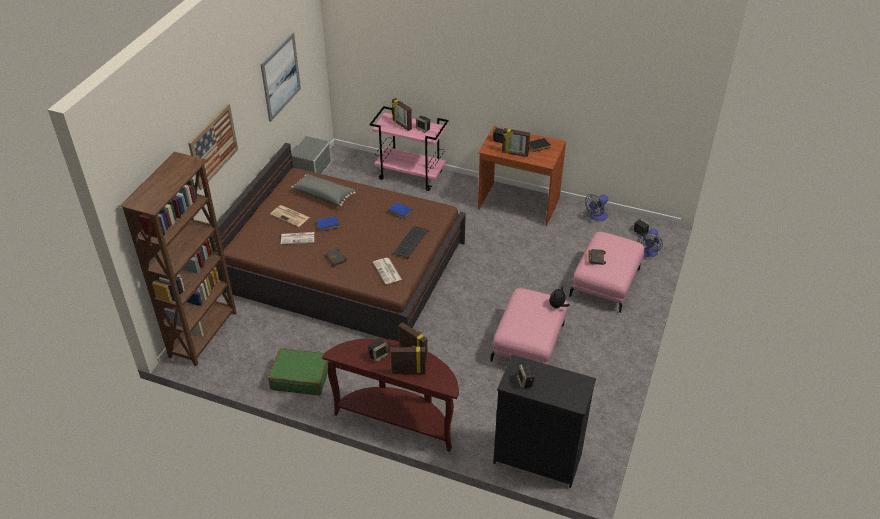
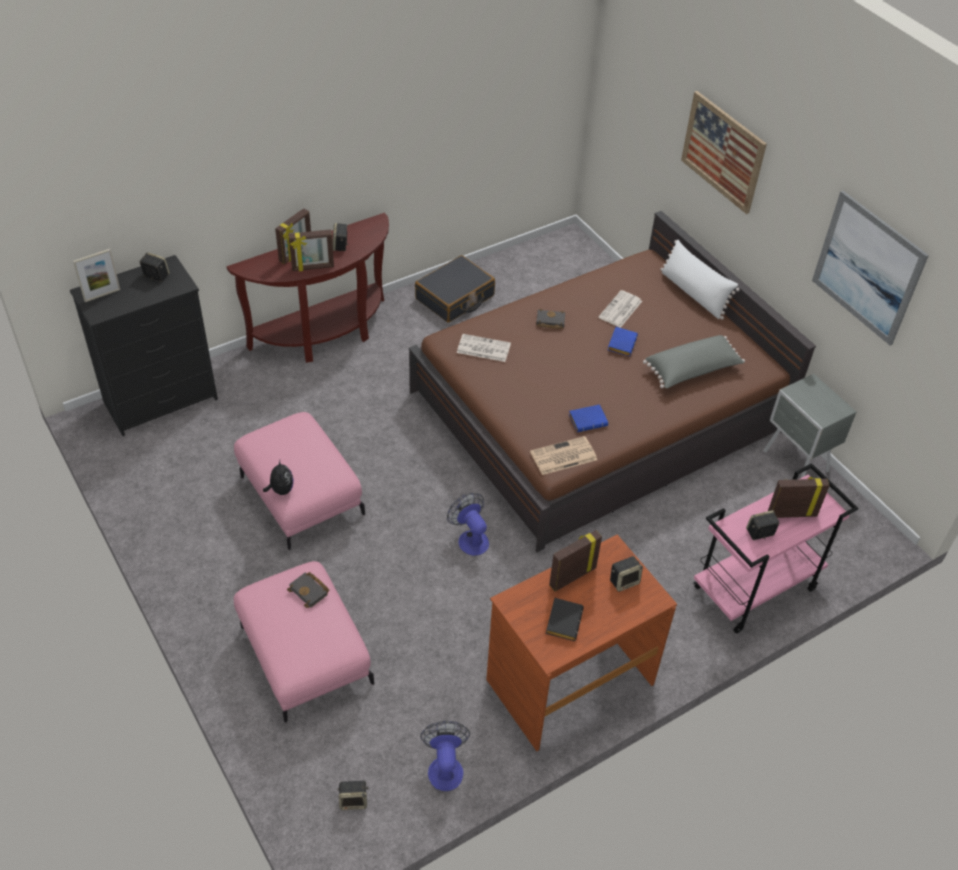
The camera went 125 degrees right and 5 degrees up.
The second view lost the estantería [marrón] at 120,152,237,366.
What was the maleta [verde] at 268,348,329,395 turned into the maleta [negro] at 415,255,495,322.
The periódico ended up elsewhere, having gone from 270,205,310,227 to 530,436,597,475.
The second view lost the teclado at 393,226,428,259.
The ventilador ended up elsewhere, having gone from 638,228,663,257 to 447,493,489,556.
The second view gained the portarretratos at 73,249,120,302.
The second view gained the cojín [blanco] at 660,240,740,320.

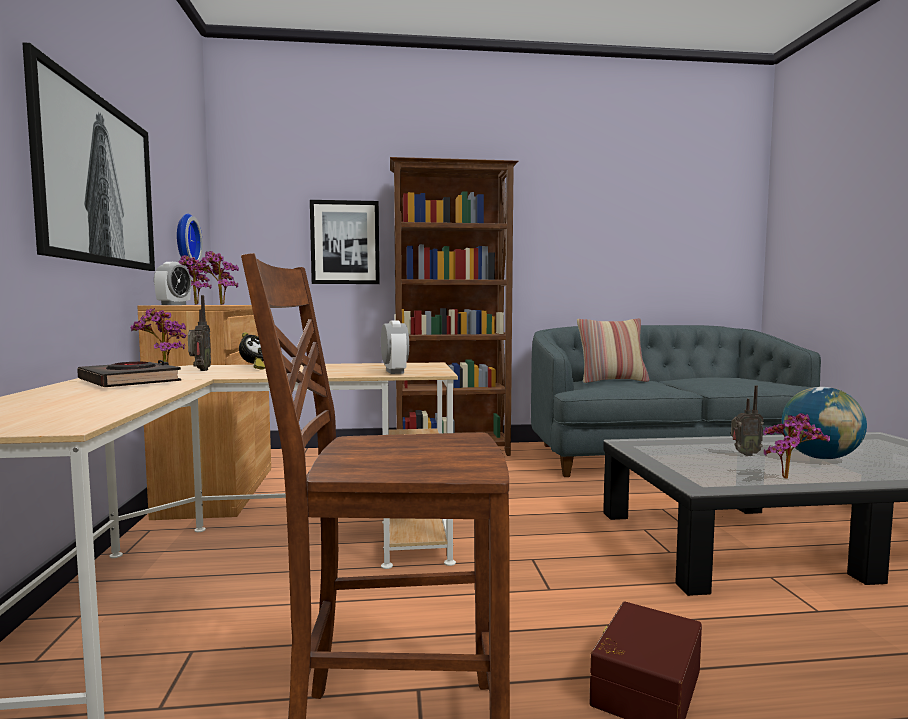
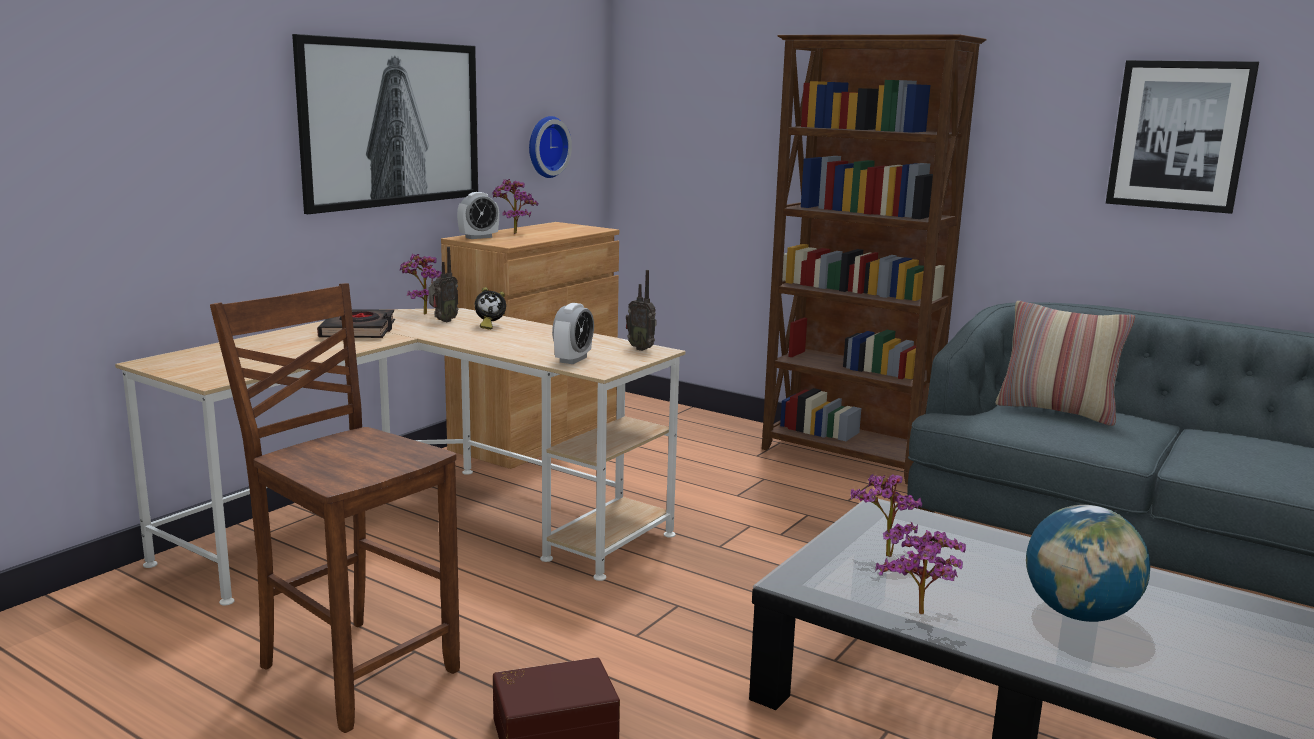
The camera went 40 degrees right and 10 degrees up.
The planta en maceta ended up elsewhere, having gone from 191,251,239,305 to 850,474,922,557.
The cuadro ended up elsewhere, having gone from 310,200,380,284 to 1106,60,1259,214.
The radio ended up elsewhere, having gone from 731,385,764,456 to 626,270,656,351.

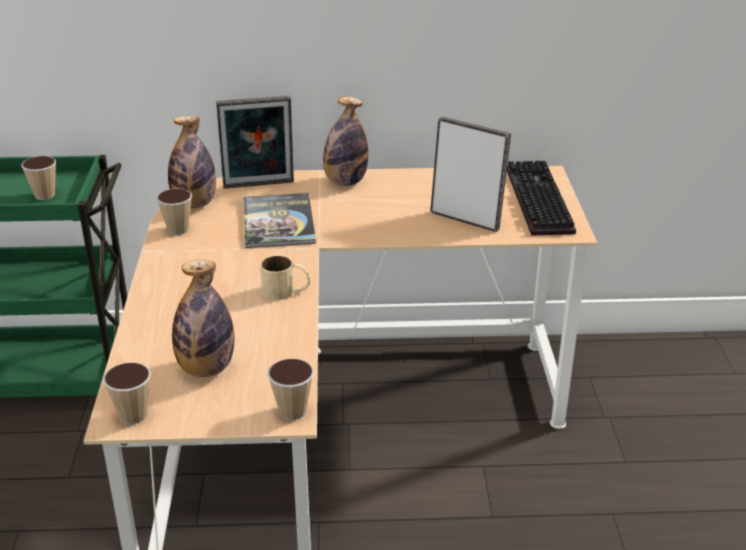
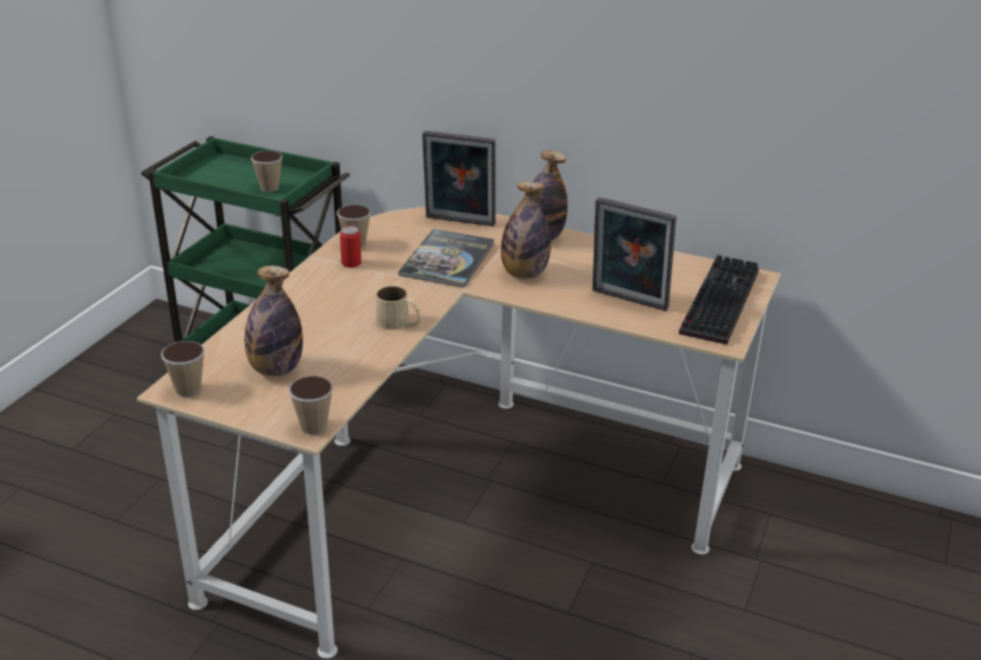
The camera went 25 degrees right and 0 degrees up.
The botella ended up elsewhere, having gone from 168,116,216,209 to 501,182,551,279.
The portarretratos at 430,117,511,232 ended up facing another way, 150 degrees clockwise from before.
The second view gained the lata at 340,226,361,268.

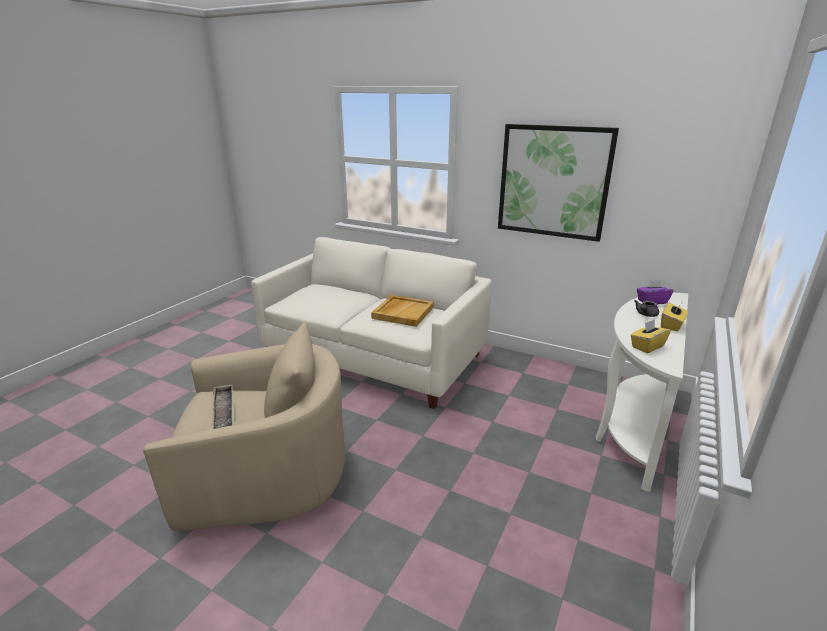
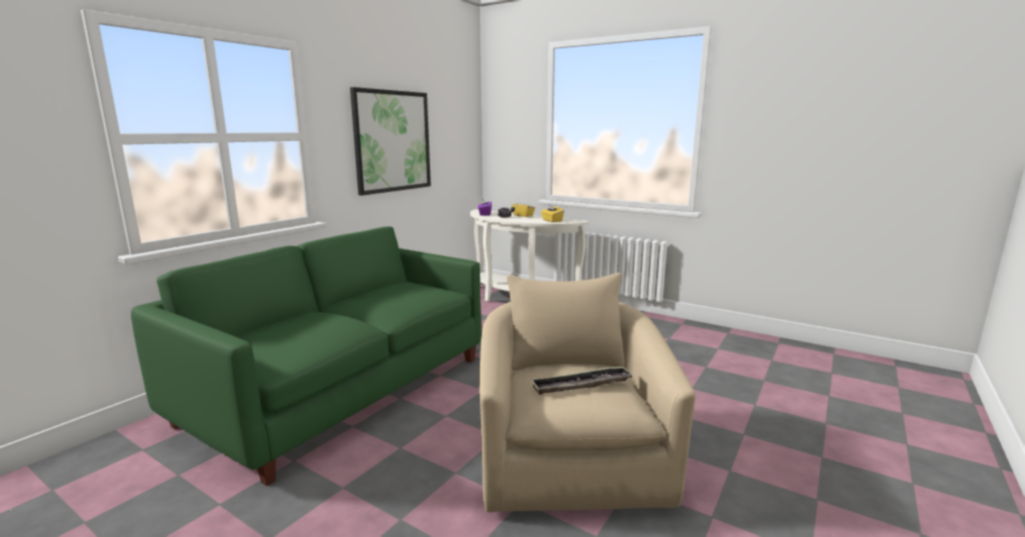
The camera went 85 degrees left and 10 degrees down.
What was the sofá [blanco] at 251,237,492,409 turned into the sofá [verde] at 131,227,482,486.
The second view lost the bandeja [beis] at 371,295,434,327.

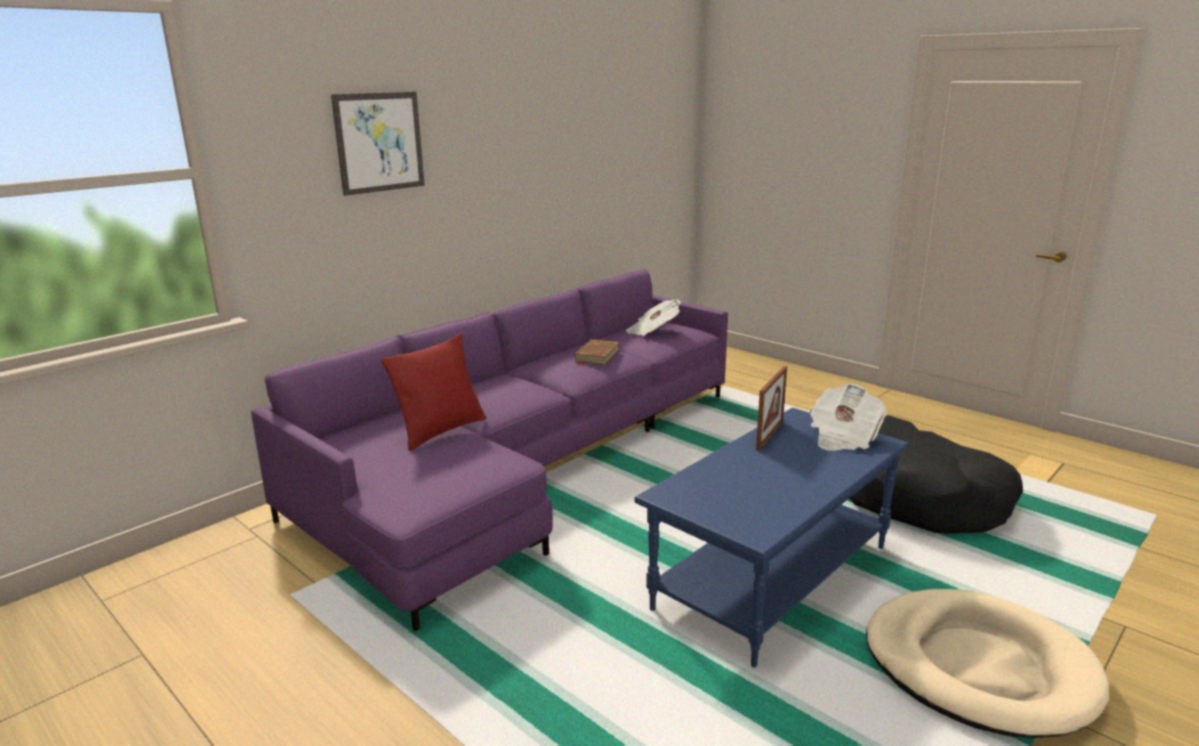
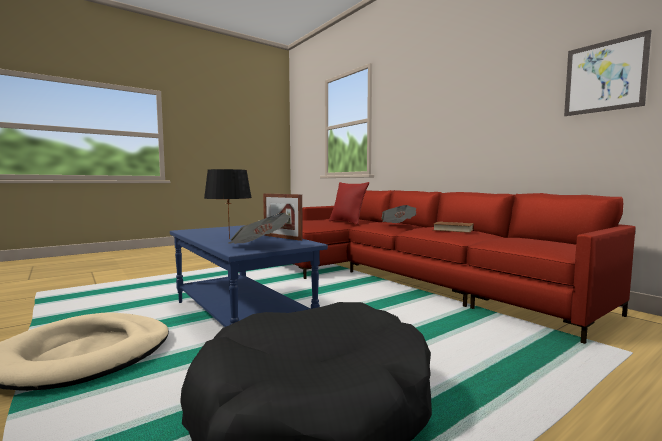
The camera went 100 degrees right and 15 degrees down.
What was the sofá [morado] at 251,269,728,631 turned into the sofá [rojo] at 294,190,636,344.
The cuadro ended up elsewhere, having gone from 331,92,425,196 to 564,30,651,116.
The periódico ended up elsewhere, having gone from 626,300,681,336 to 382,205,416,223.
The second view gained the lámpara de mesa [negro] at 204,169,252,239.

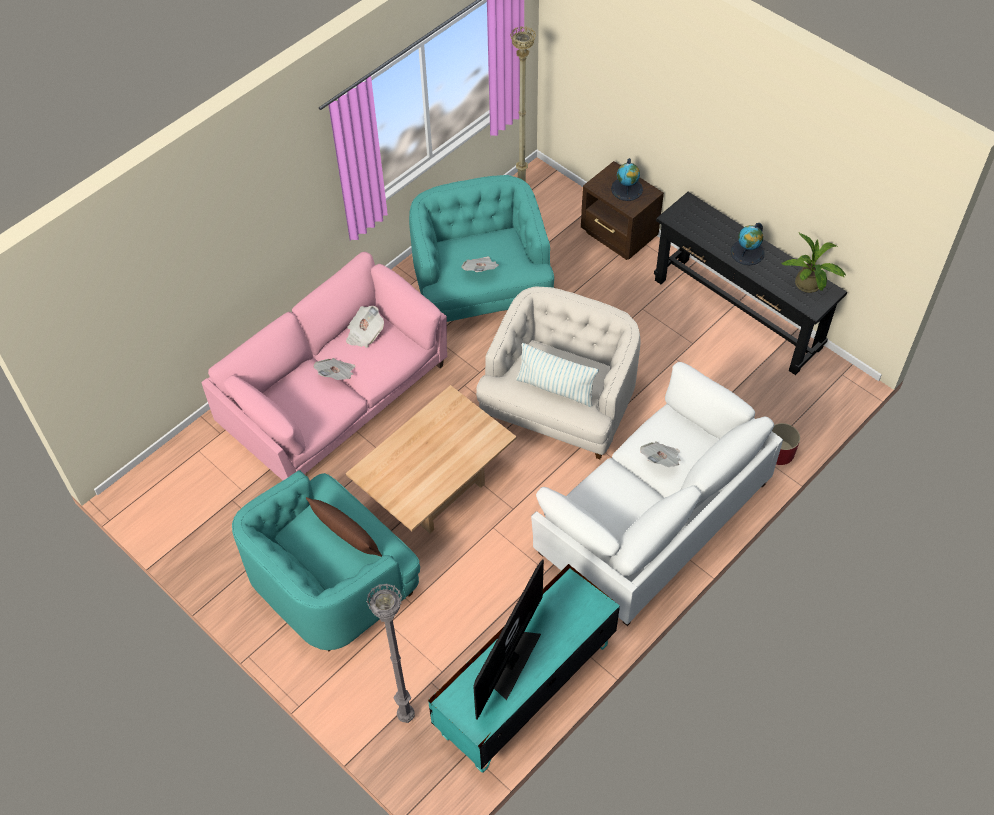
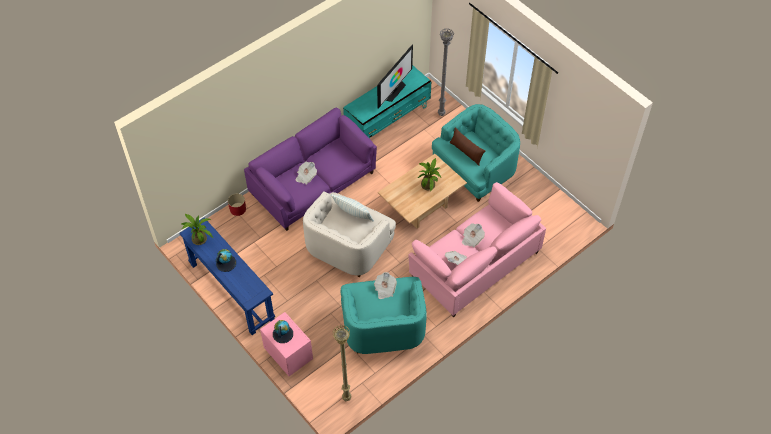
The camera went 175 degrees left and 0 degrees up.
What was the sofá [blanco] at 531,362,783,626 turned into the sofá [morado] at 244,108,377,231.
What was the mesita de noche [marrón] at 581,161,664,260 turned into the mesita de noche [rosa] at 260,312,313,376.
What was the mesa consola [negro] at 654,192,847,375 turned into the mesa consola [azul] at 179,218,275,335.
The second view gained the planta en maceta at 418,158,441,192.

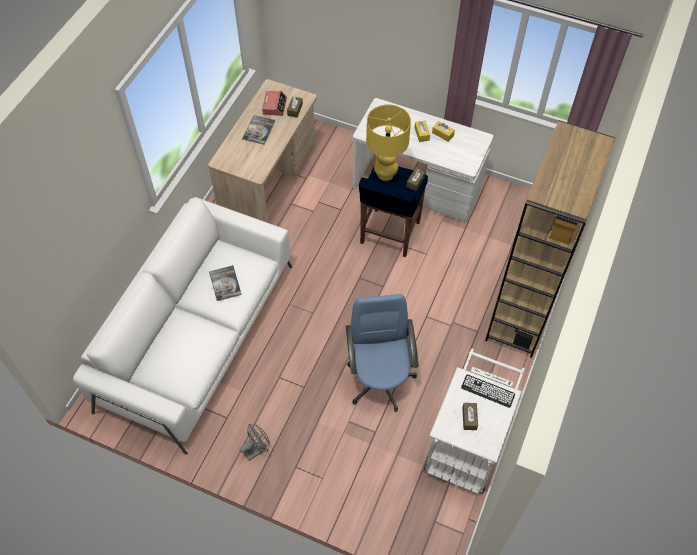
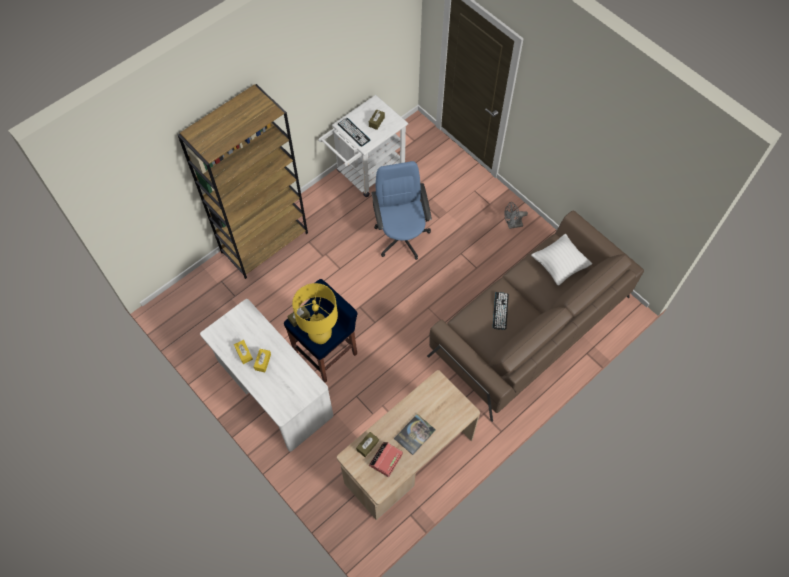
The camera went 155 degrees left and 5 degrees up.
What was the sofá [blanco] at 73,197,292,455 turned into the sofá [marrón] at 427,210,644,422.
Where the libro stood at 209,265,242,301, the teclado came to stand at 493,292,509,330.
The silla de oficina [azul] at 346,294,419,412 ended up facing another way, 150 degrees clockwise from before.
The second view gained the cojín [blanco] at 531,234,592,286.

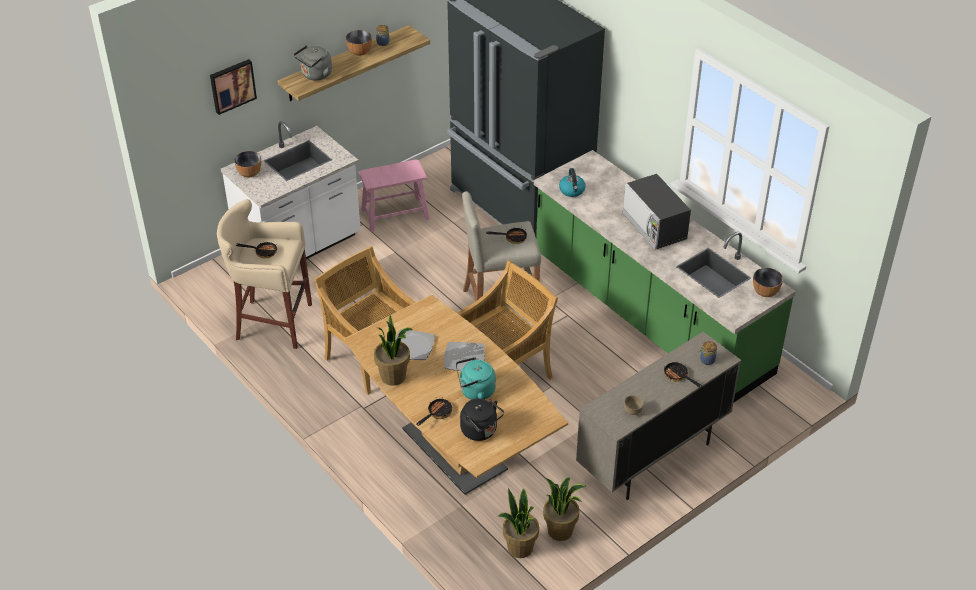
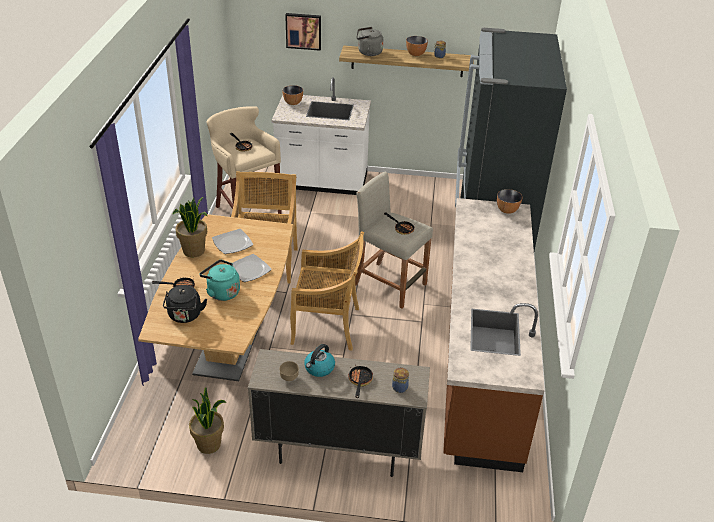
The camera went 45 degrees right and 5 degrees down.
The second view lost the taburete [rosa] at 359,159,430,232.
The second view lost the planta en maceta at 498,488,539,558.
What was the mueble bajo de cocina [verde] at 534,150,796,403 turned into the mueble bajo de cocina [marrón] at 443,198,545,472.
The hervidor ended up elsewhere, having gone from 559,168,586,197 to 304,344,335,377.
The second view lost the microondas at 622,174,691,250.
The cuenco ended up elsewhere, having gone from 753,268,783,297 to 497,189,522,214.

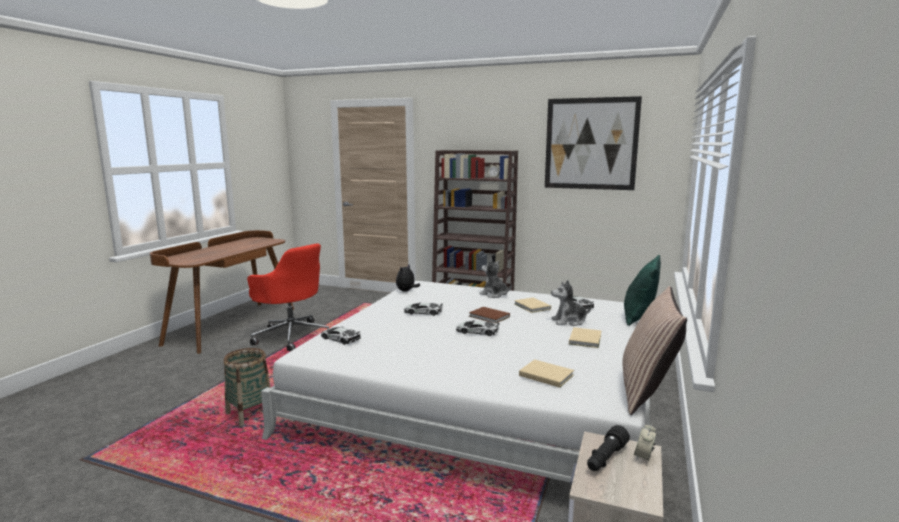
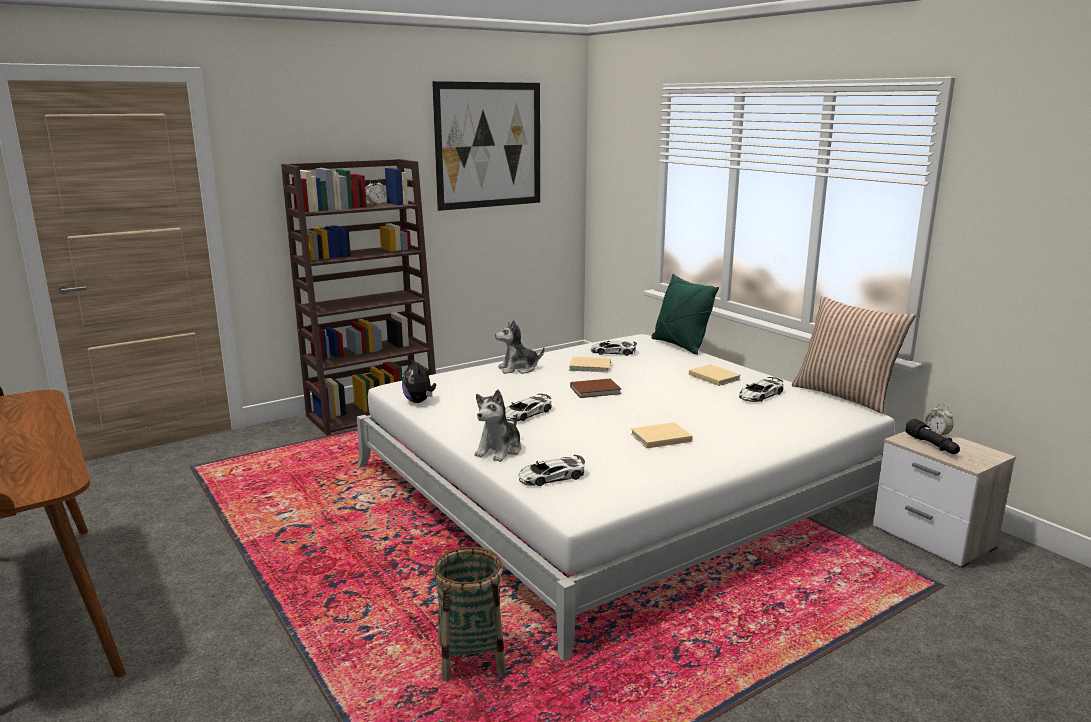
The camera went 55 degrees left and 5 degrees up.
The second view lost the silla de oficina [rojo] at 247,243,329,351.
The coche de juguete ended up elsewhere, having gone from 456,320,500,336 to 739,377,783,402.
The libro [beis] ended up elsewhere, having gone from 519,359,574,388 to 631,422,693,448.
The peluche ended up elsewhere, having gone from 551,280,592,326 to 474,389,522,462.

